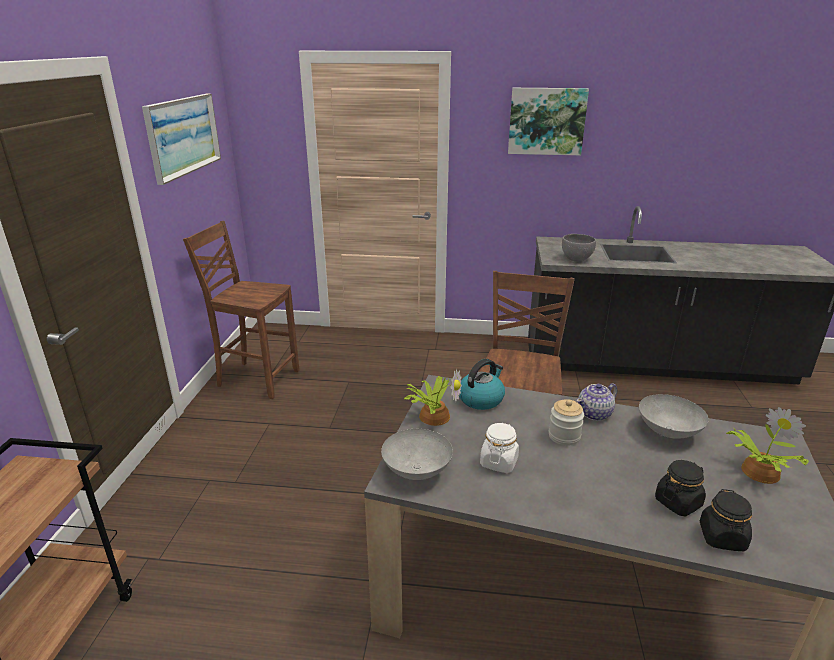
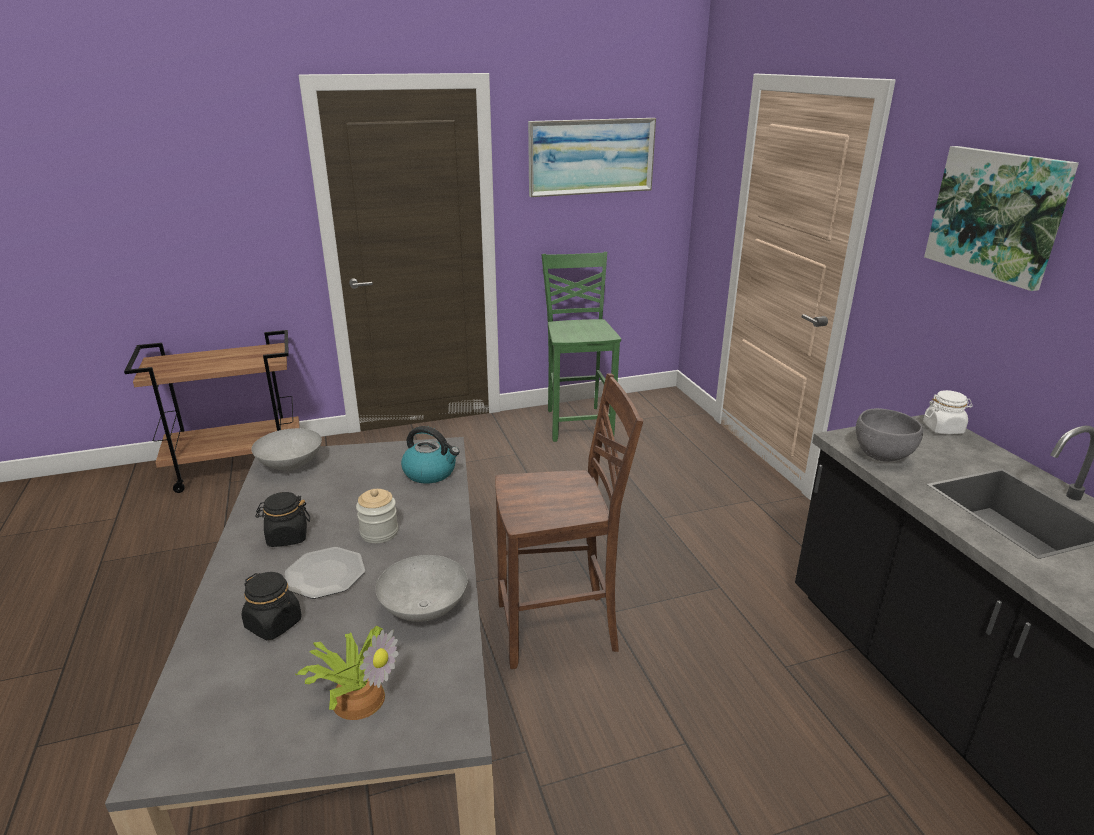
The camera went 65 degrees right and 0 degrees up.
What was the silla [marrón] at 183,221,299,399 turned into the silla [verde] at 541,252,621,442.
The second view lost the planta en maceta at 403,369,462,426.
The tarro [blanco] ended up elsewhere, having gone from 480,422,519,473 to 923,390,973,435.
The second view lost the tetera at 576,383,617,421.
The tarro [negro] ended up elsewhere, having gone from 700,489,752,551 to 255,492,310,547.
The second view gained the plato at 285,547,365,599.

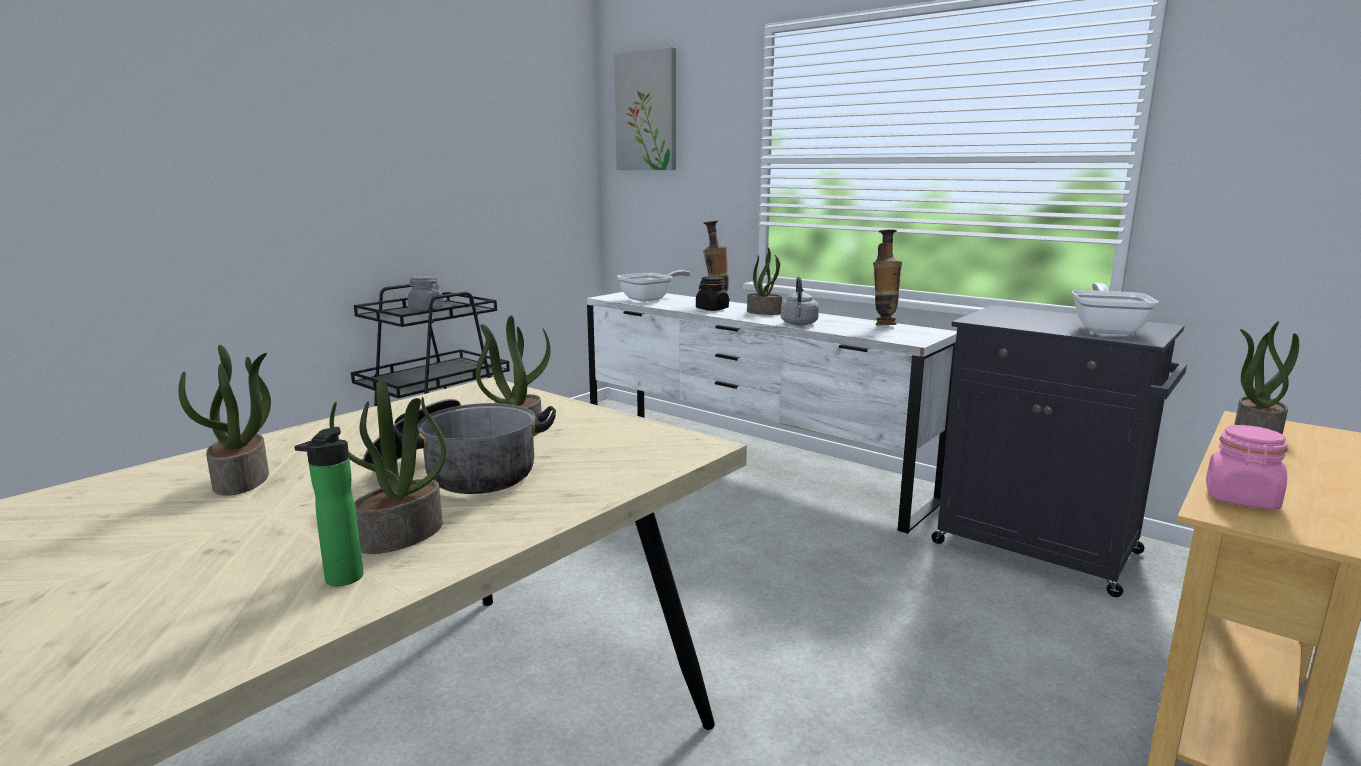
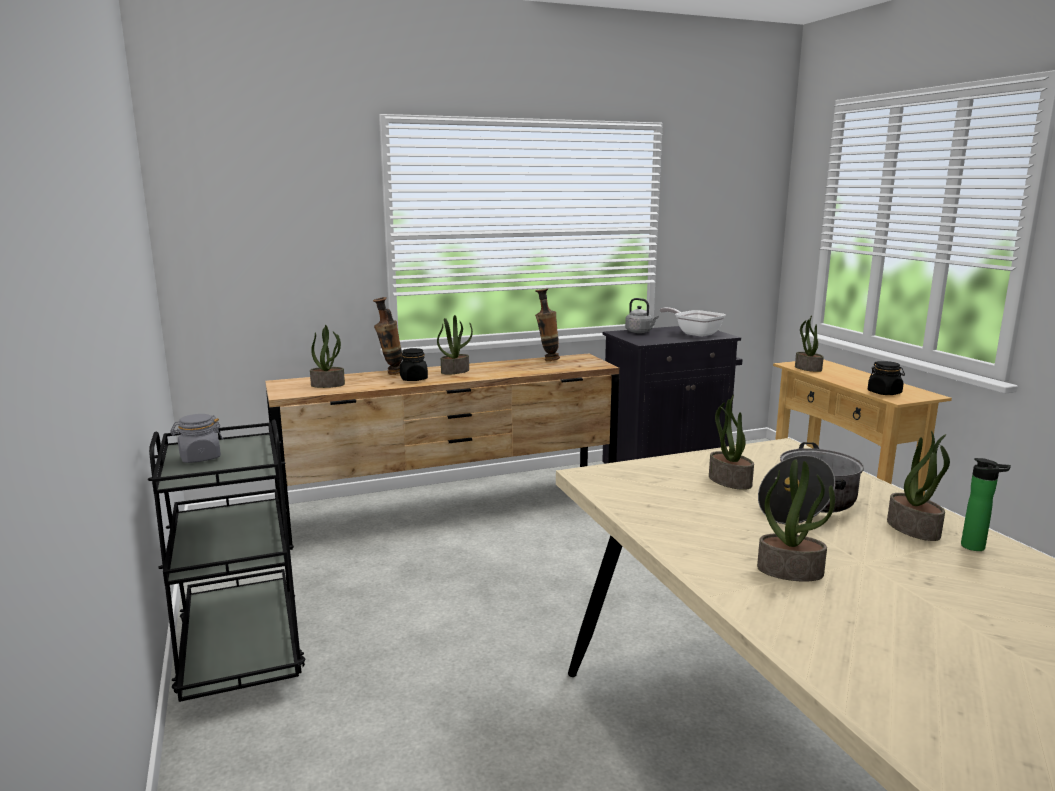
The camera went 60 degrees left and 0 degrees up.
What was the cómoda [blanco] at 587,292,957,534 turned into the cómoda [marrón] at 265,354,619,550.
The second view lost the cuadro at 614,47,676,170.
Where the sartén stood at 617,270,690,302, the planta en maceta came to stand at 310,325,345,388.
The hervidor [gris] ended up elsewhere, having gone from 781,277,819,325 to 625,298,659,333.
What was the tarro [rosa] at 1206,425,1288,510 turned into the tarro [negro] at 868,361,905,395.

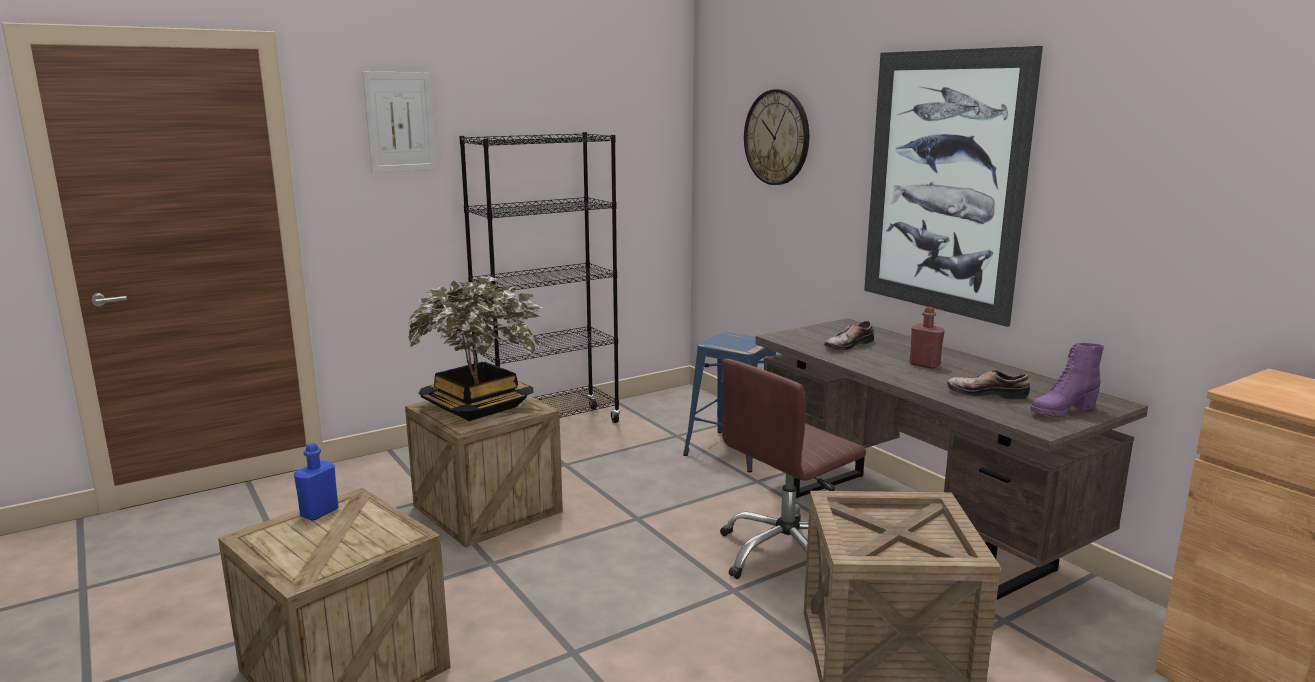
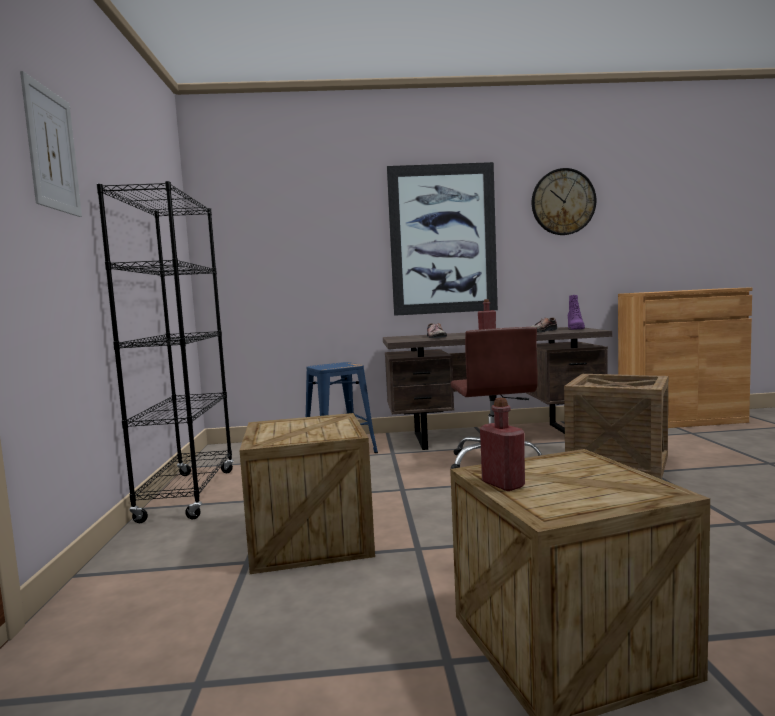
The camera went 60 degrees left and 10 degrees down.
What was the botella [azul] at 294,443,338,521 turned into the botella [rojo] at 480,398,525,491.
The second view lost the planta en maceta at 408,274,543,421.
The reloj de pared ended up elsewhere, having gone from 744,89,809,185 to 532,168,596,235.

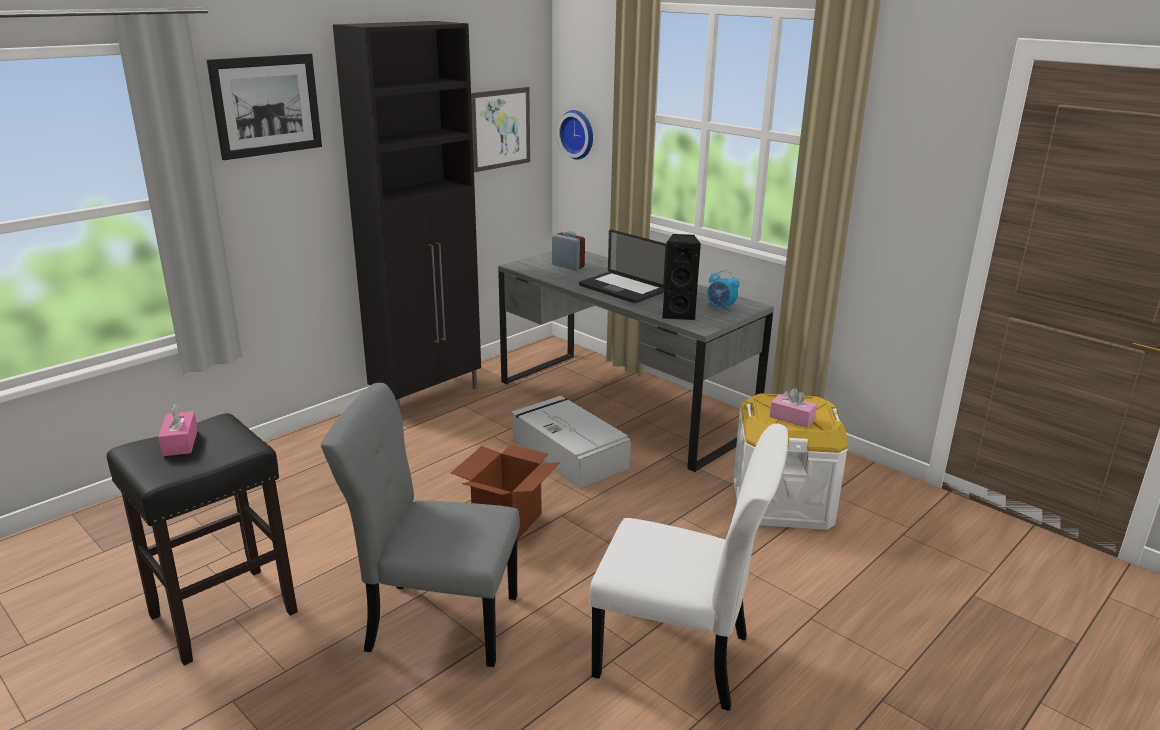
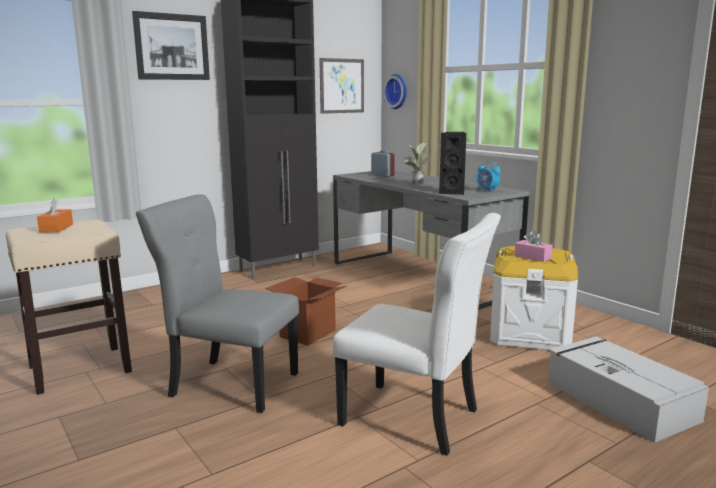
The camera went 10 degrees right and 10 degrees down.
What was the taburete [negro] at 107,413,298,666 turned into the taburete [beis] at 6,220,132,395.
What was the caja de pañuelos [rosa] at 158,404,198,456 turned into the caja de pañuelos [naranja] at 37,198,73,233.
The caja de almacenaje [gris] ended up elsewhere, having gone from 511,396,631,489 to 548,336,709,442.
Where the portátil stood at 579,229,667,303, the planta en maceta came to stand at 404,143,430,183.

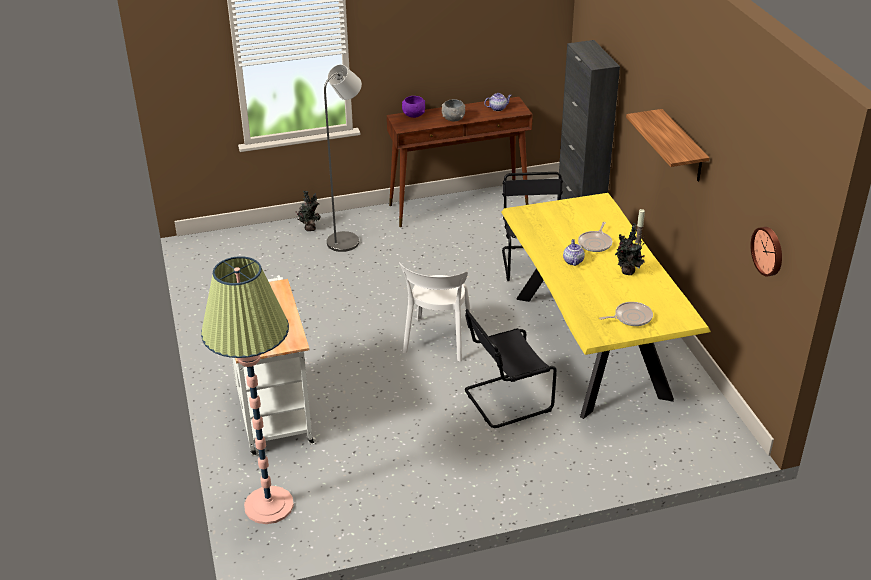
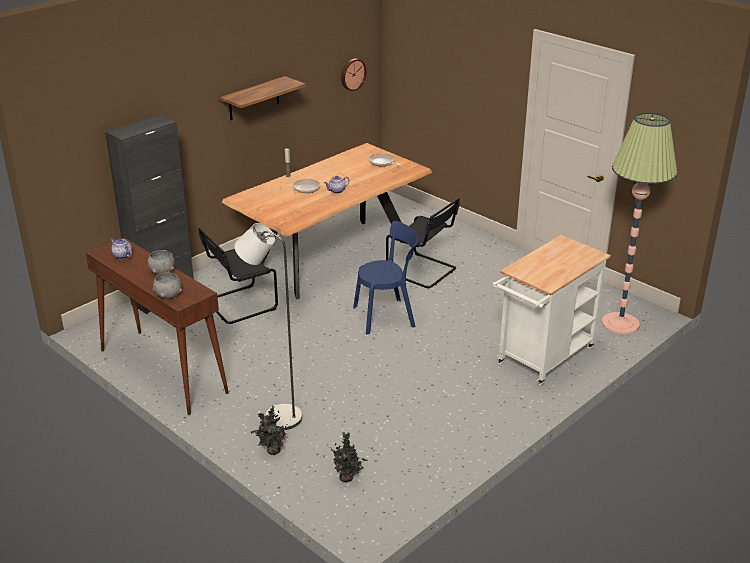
The camera went 120 degrees left and 5 degrees down.
What was the silla [blanco] at 399,262,471,362 turned into the silla [azul] at 353,221,418,335.
What was the cuenco [morado] at 402,96,425,118 turned into the cuenco [gris] at 153,272,182,299.
What was the mesa de comedor [amarillo] at 501,193,711,419 turned into the mesa de comedor [marrón] at 221,143,432,299.
The planta en maceta ended up elsewhere, having gone from 615,223,646,275 to 331,432,367,482.

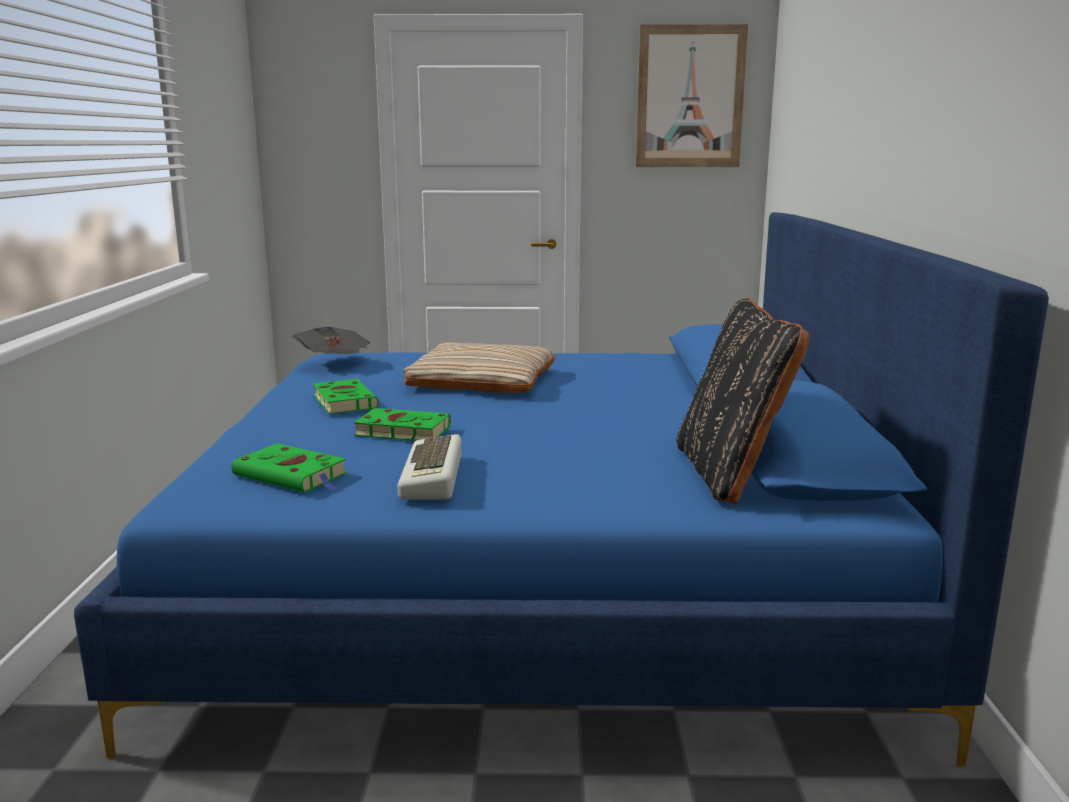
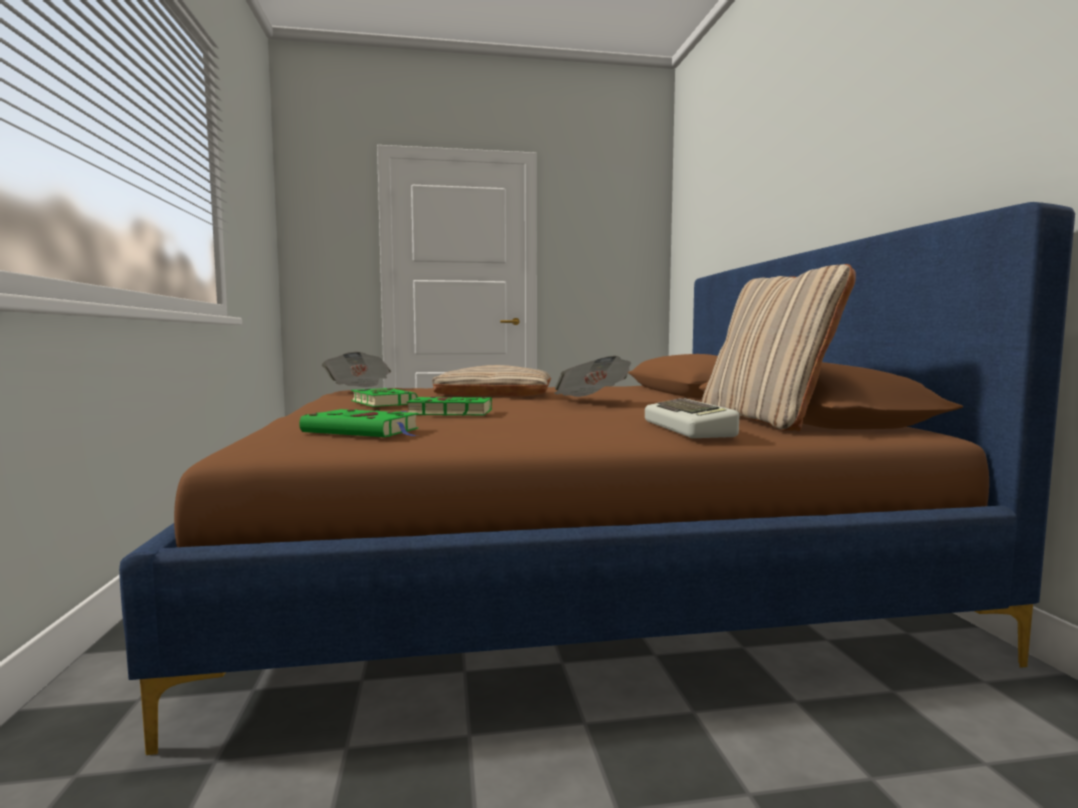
The camera went 10 degrees left and 10 degrees down.
What was the cama [azul] at 74,212,1049,766 turned into the cama [marrón] at 119,202,1075,755.
The teclado ended up elsewhere, having gone from 398,434,462,499 to 645,398,739,438.
The second view lost the cuadro at 636,24,748,167.
What was the cojín [negro] at 676,297,810,504 turned into the cojín [beis] at 702,264,856,432.
The second view gained the periódico at 554,356,631,397.

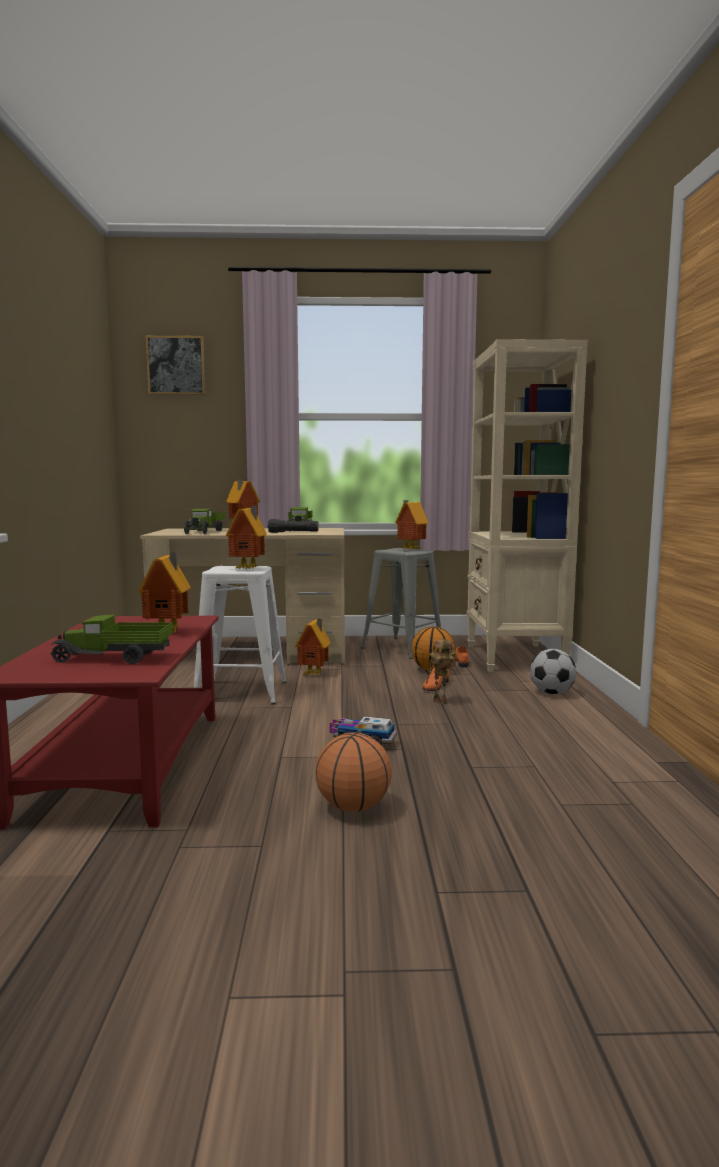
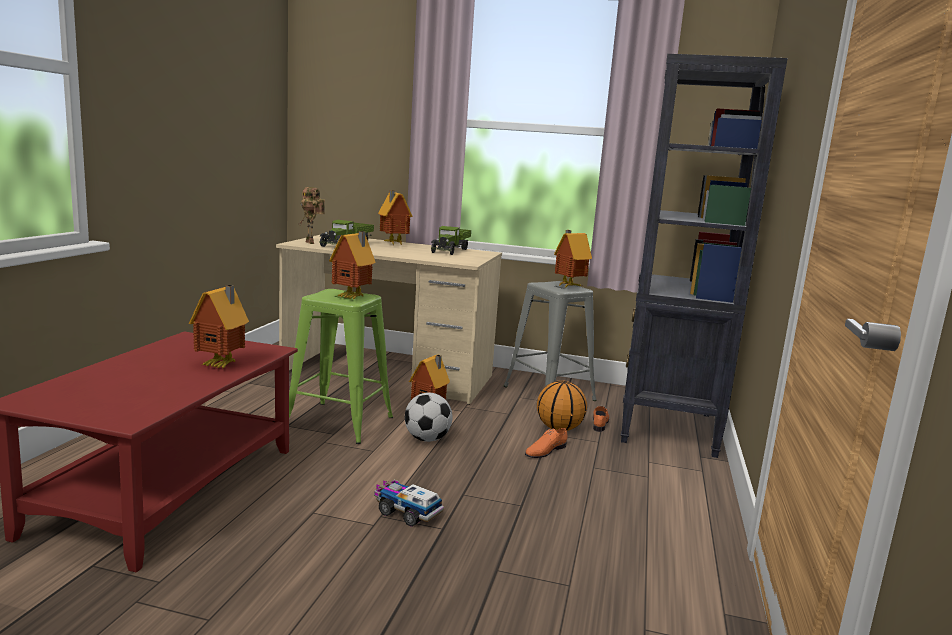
The camera went 15 degrees right and 5 degrees up.
The second view lost the camión de juguete at 50,614,173,664.
The second view lost the cuadro at 146,336,206,395.
What was the taburete [blanco] at 194,566,287,704 turned into the taburete [verde] at 289,289,393,444.
The second view lost the linterna [negro] at 267,519,319,533.
The second view lost the balón de baloncesto at 316,732,392,812.
The robot de juguete ended up elsewhere, having gone from 426,639,456,704 to 298,187,325,244.
What was the estantería [beis] at 467,339,588,672 turned into the estantería [negro] at 621,54,788,458.
The balón de fútbol ended up elsewhere, having gone from 530,649,576,694 to 405,393,453,442.

